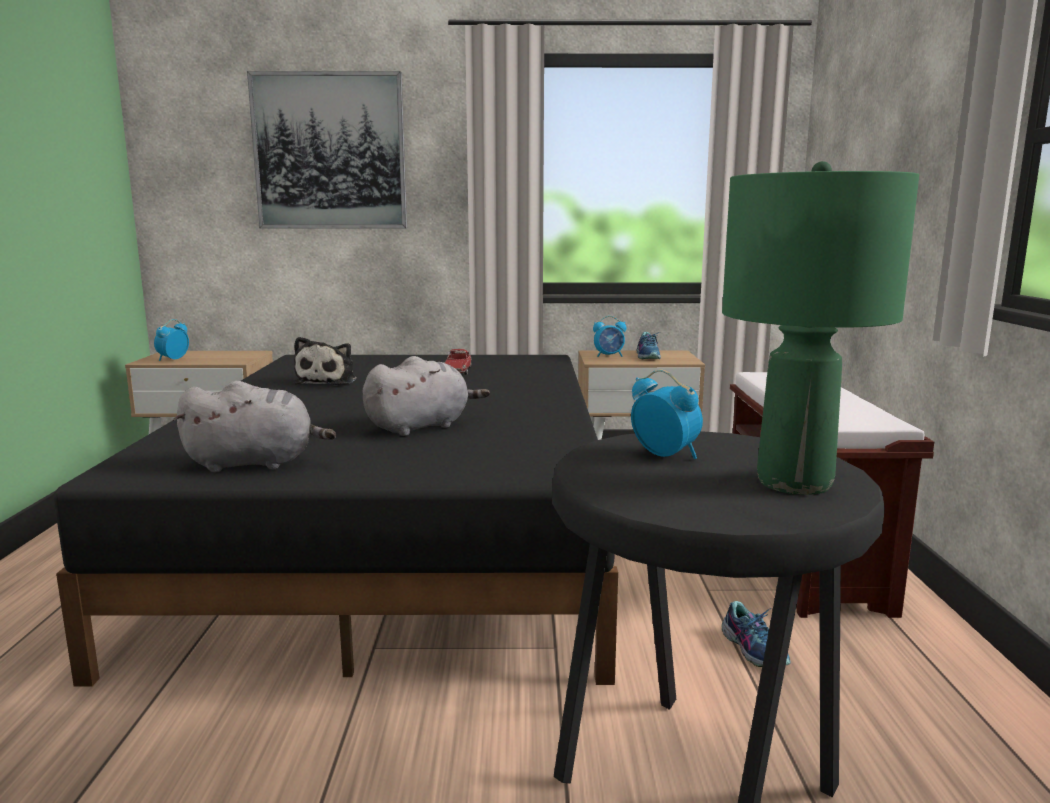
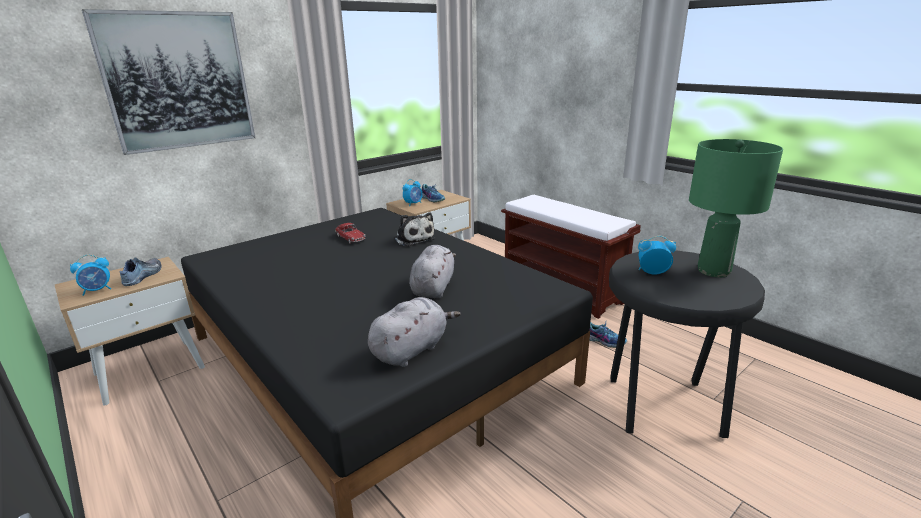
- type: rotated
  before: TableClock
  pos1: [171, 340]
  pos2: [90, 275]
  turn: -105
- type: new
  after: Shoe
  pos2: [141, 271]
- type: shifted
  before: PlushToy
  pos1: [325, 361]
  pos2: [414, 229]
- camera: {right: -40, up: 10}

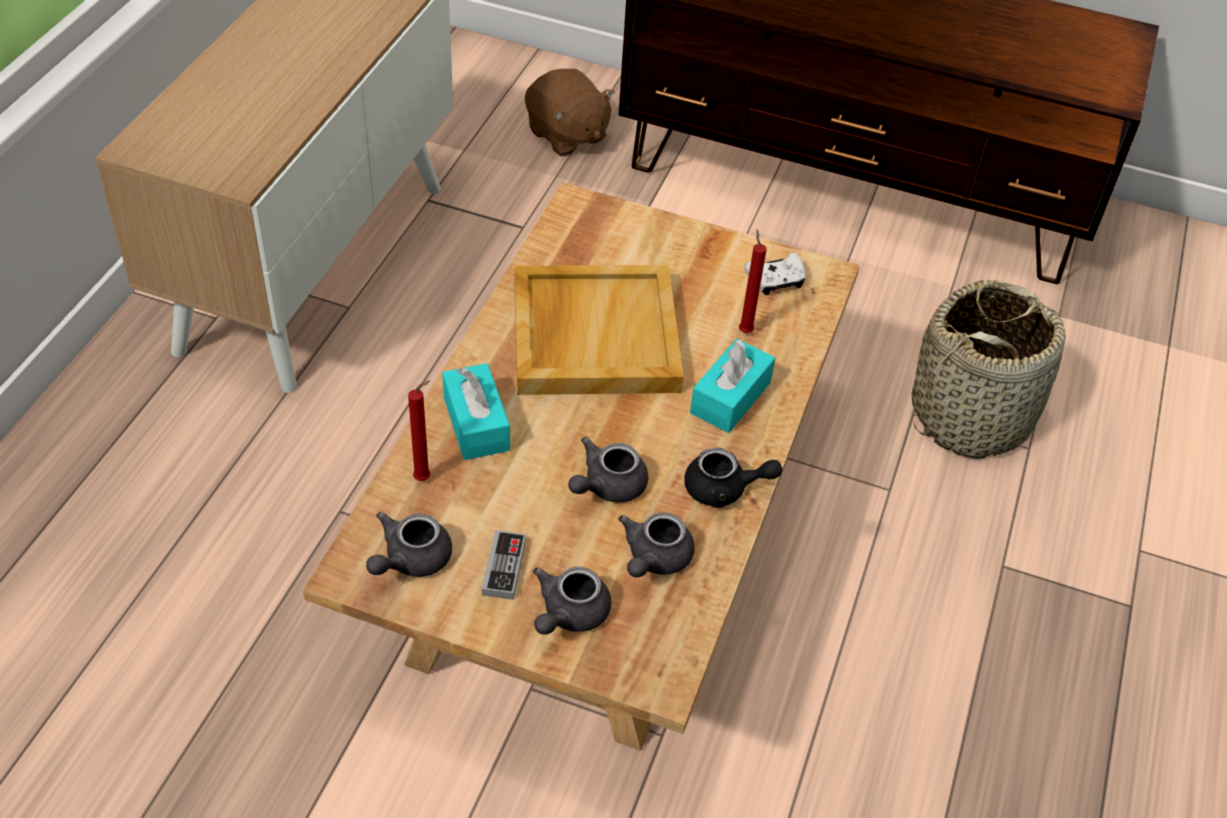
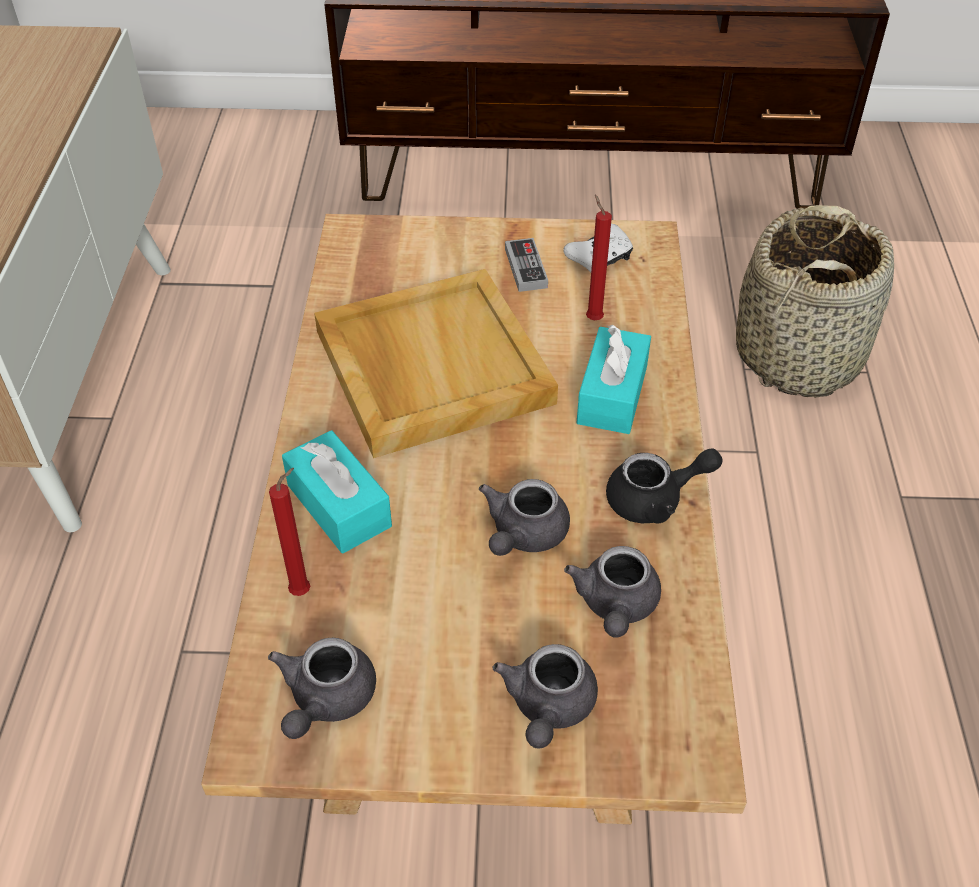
- type: shifted
  before: Joypad
  pos1: [504, 565]
  pos2: [526, 265]
- type: gone
  before: BrownPlushToy
  pos1: [569, 112]
- camera: {right: -15, up: 0}

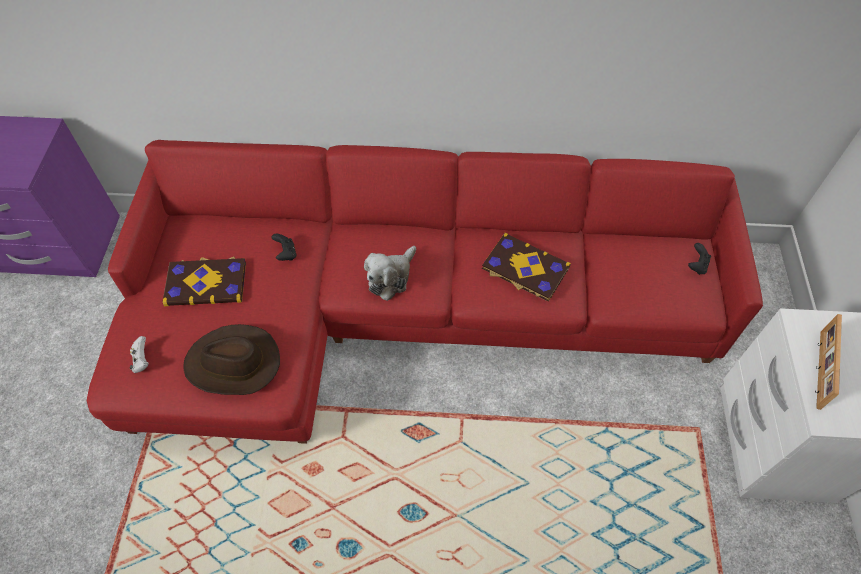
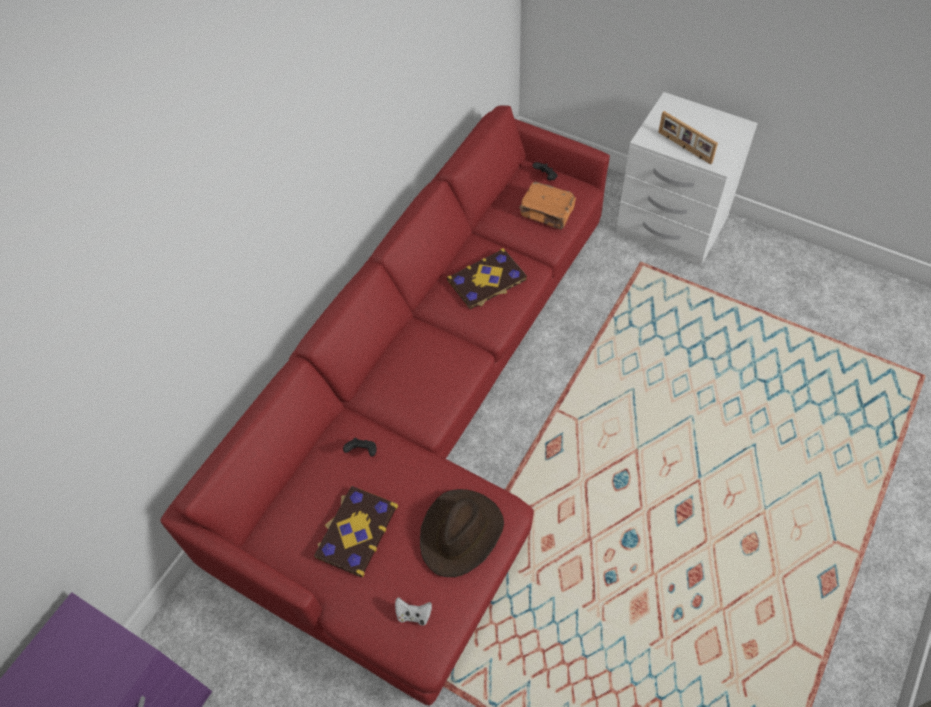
- type: new
  after: OrangeColouredBook
  pos2: [547, 206]
- type: gone
  before: PlushToy
  pos1: [390, 273]
- camera: {right: -60, up: 0}

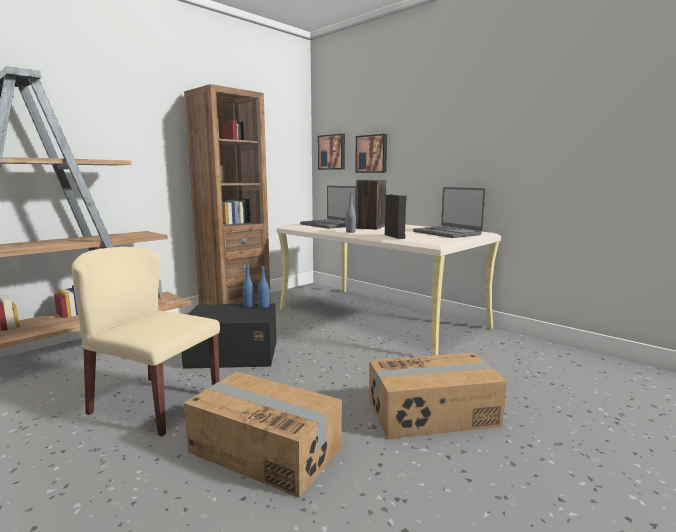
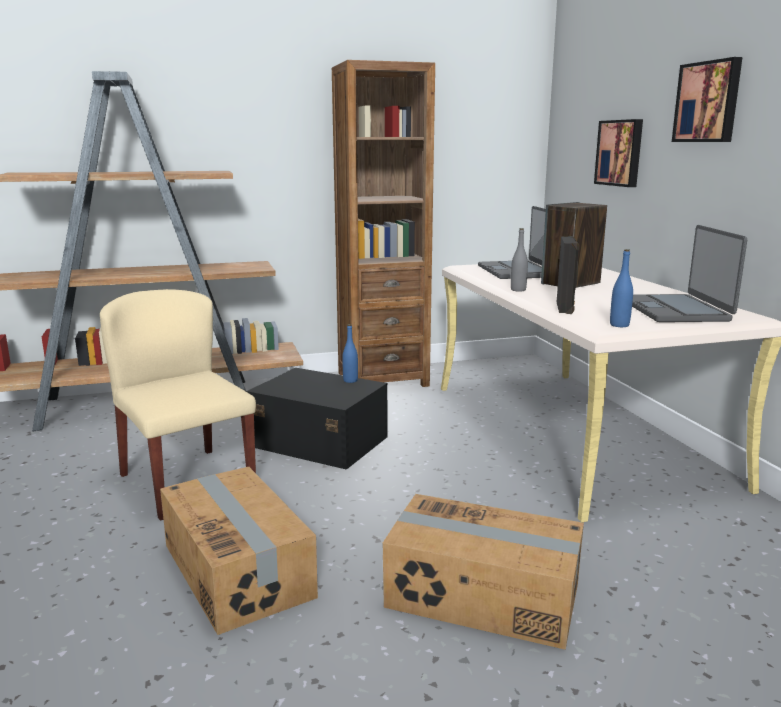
- type: shifted
  before: BlueColouredDrinkBottle
  pos1: [263, 286]
  pos2: [621, 288]
- type: shifted
  before: WallArt
  pos1: [331, 152]
  pos2: [707, 99]
- camera: {right: 30, up: 5}

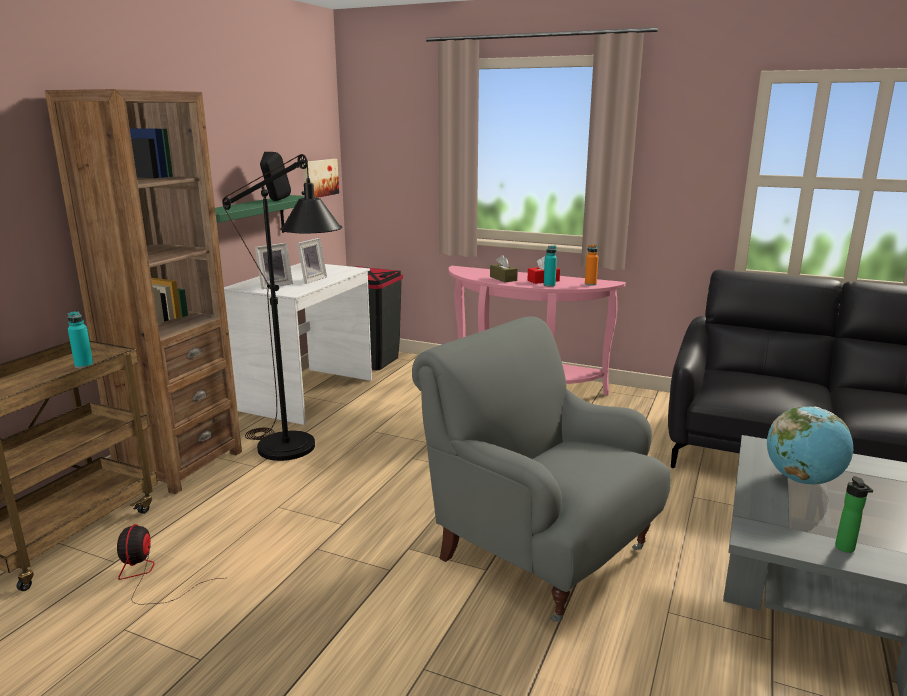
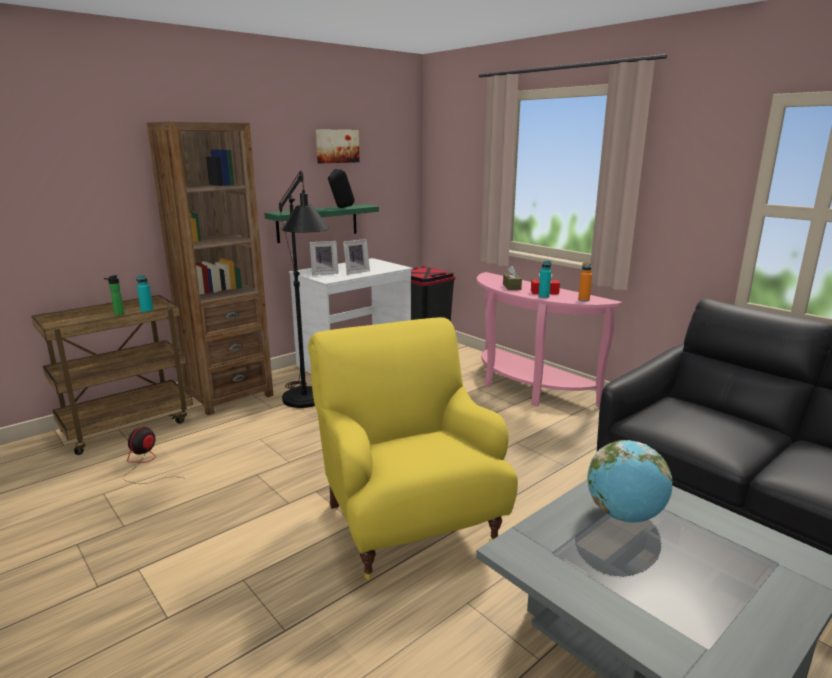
- type: shifted
  before: DrinkBottle
  pos1: [854, 514]
  pos2: [114, 295]
- type: repainted
  before: GrayEasyChair
  after: YellowColouredEasyChair
  pos1: [541, 469]
  pos2: [413, 448]
- type: shifted
  before: WallArt
  pos1: [321, 178]
  pos2: [338, 146]
- camera: {right: 25, up: 0}

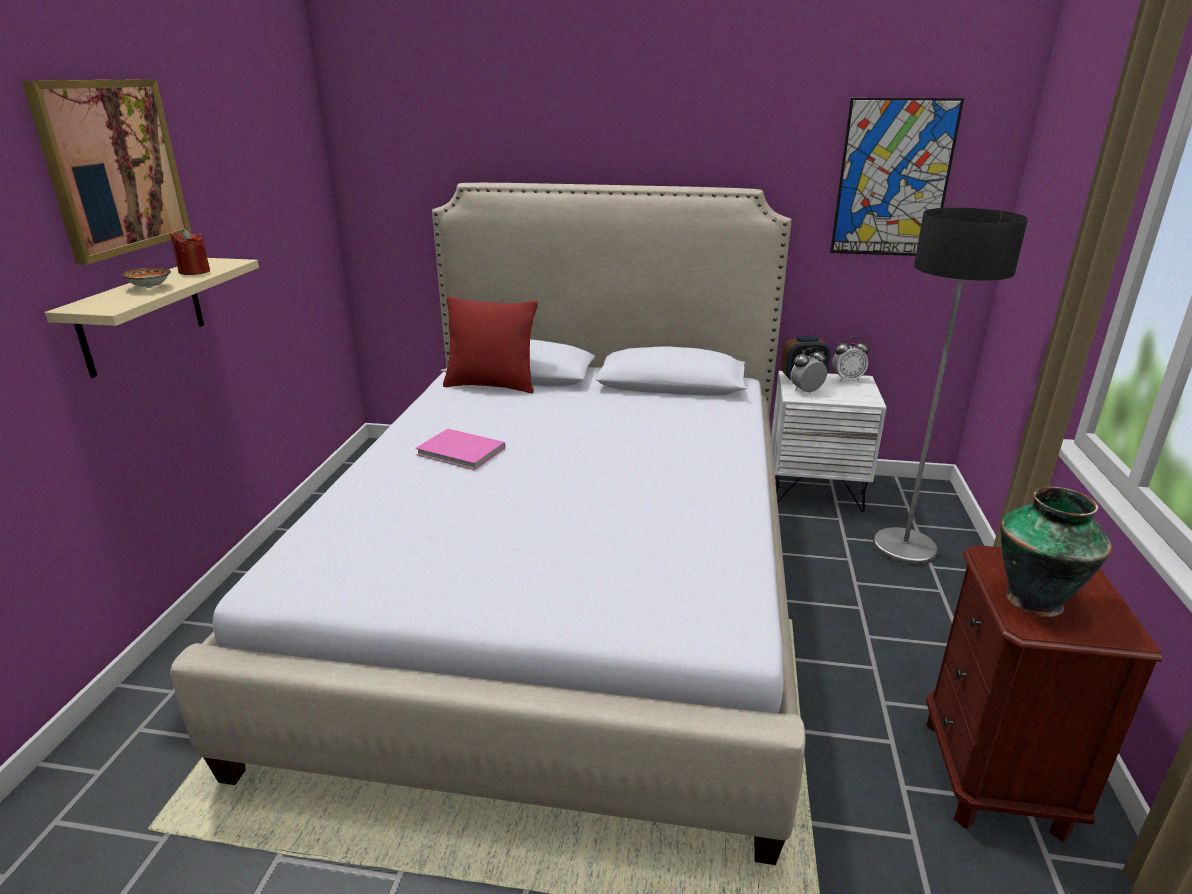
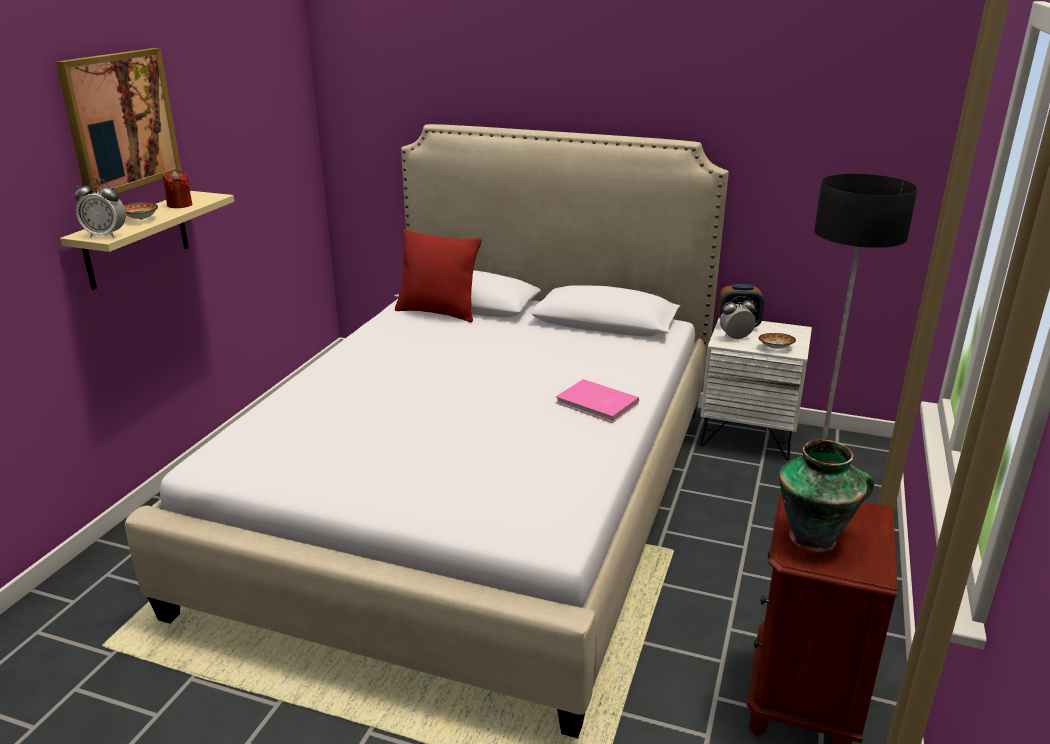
- type: shifted
  before: TableClock
  pos1: [850, 359]
  pos2: [100, 208]
- type: shifted
  before: PinkColouredBook
  pos1: [460, 449]
  pos2: [597, 401]
- type: new
  after: Bowl
  pos2: [777, 341]
- type: gone
  before: WallArt
  pos1: [897, 177]
- camera: {right: 10, up: 0}

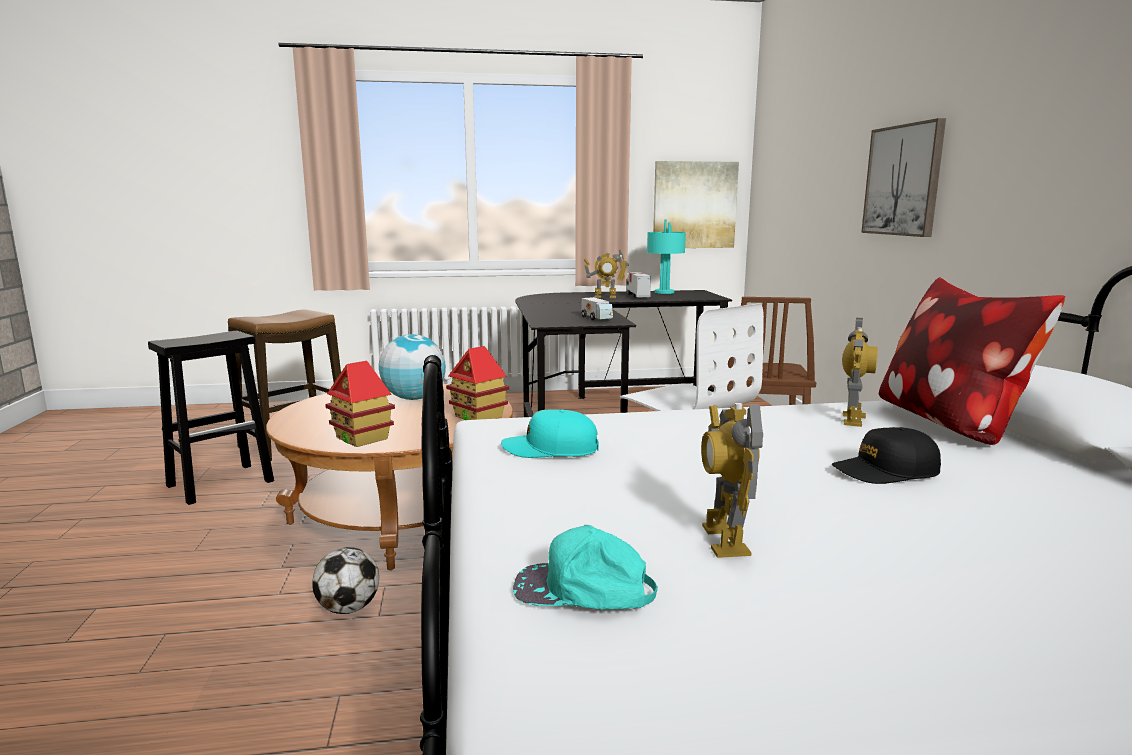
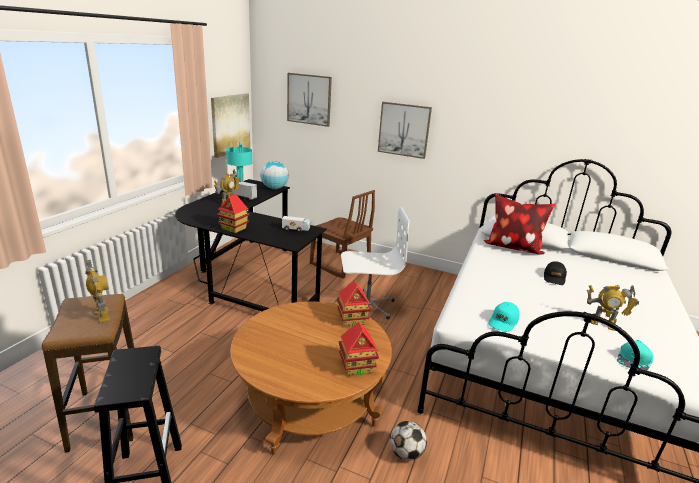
- type: shifted
  before: RobotFigure
  pos1: [860, 372]
  pos2: [97, 291]
- type: new
  after: ToyHouse
  pos2: [233, 213]
- type: shifted
  before: Globe
  pos1: [412, 367]
  pos2: [274, 175]
- type: new
  after: WallArt
  pos2: [309, 100]
- camera: {right: -60, up: 10}

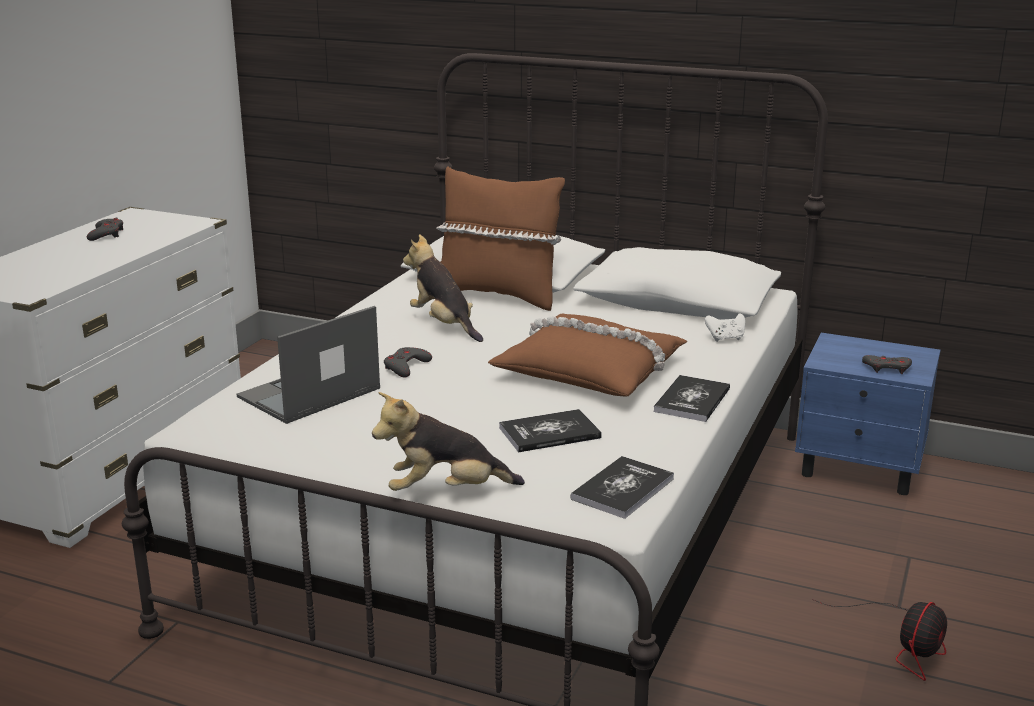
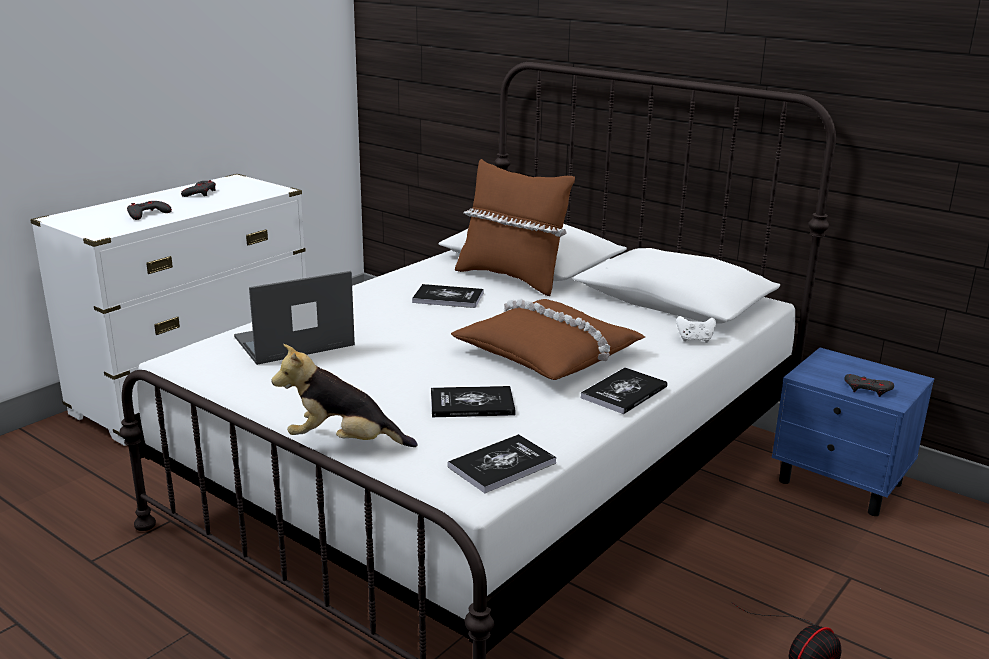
- type: shifted
  before: GrayJoypad
  pos1: [408, 362]
  pos2: [149, 210]
- type: swapped
  before: PlushToy
  after: Book
  pos1: [443, 288]
  pos2: [447, 296]
- camera: {right: 15, up: 0}

